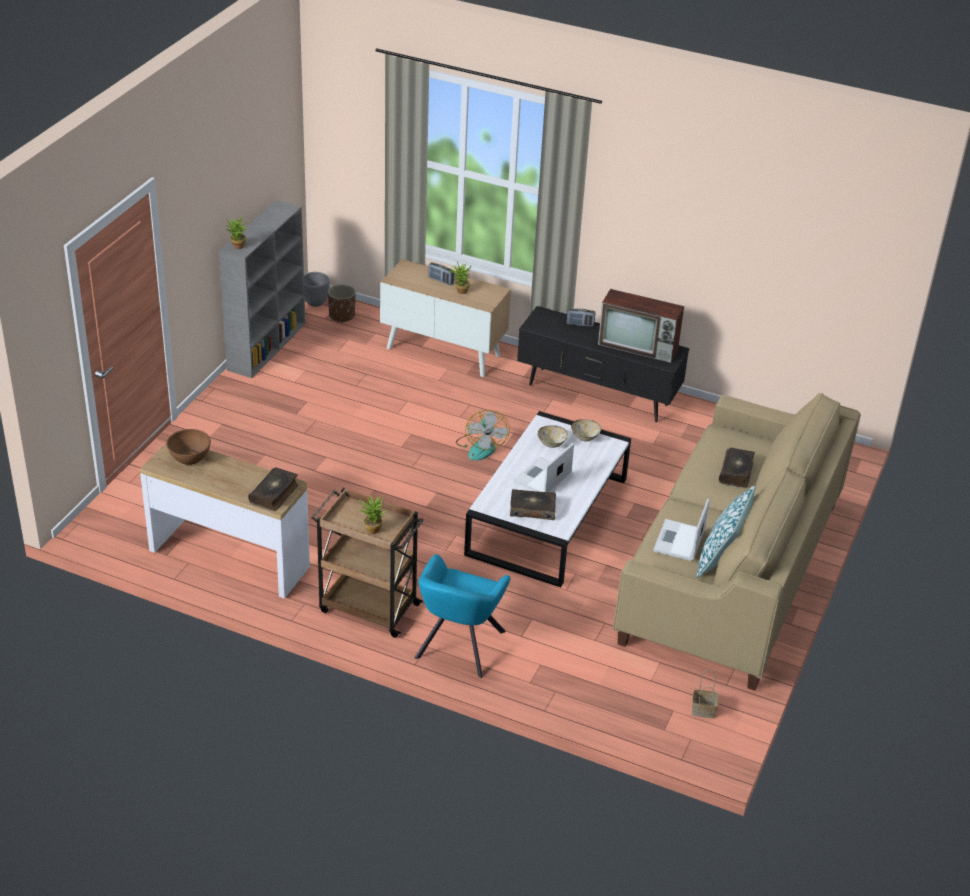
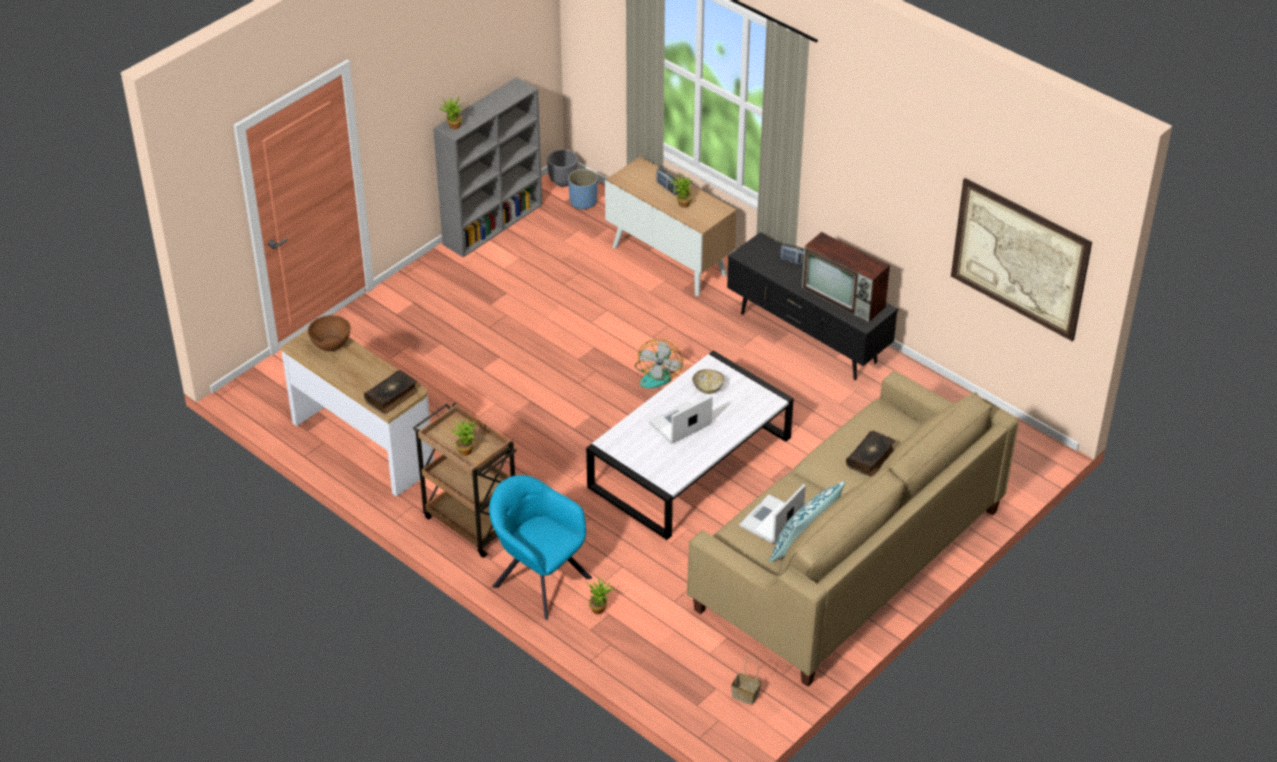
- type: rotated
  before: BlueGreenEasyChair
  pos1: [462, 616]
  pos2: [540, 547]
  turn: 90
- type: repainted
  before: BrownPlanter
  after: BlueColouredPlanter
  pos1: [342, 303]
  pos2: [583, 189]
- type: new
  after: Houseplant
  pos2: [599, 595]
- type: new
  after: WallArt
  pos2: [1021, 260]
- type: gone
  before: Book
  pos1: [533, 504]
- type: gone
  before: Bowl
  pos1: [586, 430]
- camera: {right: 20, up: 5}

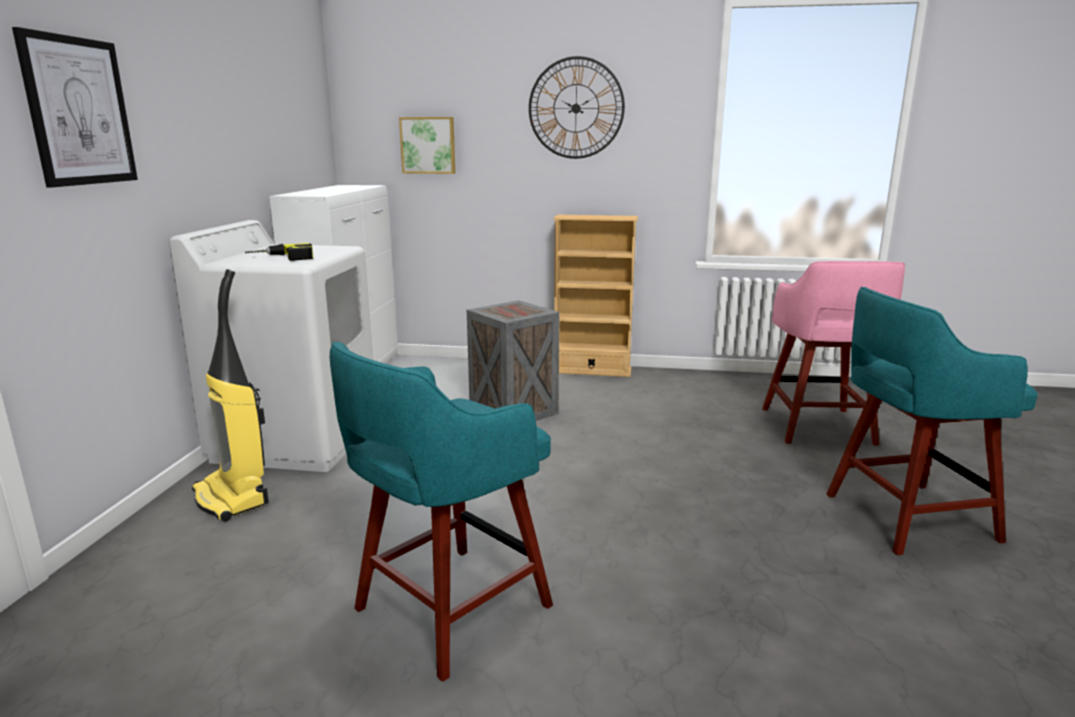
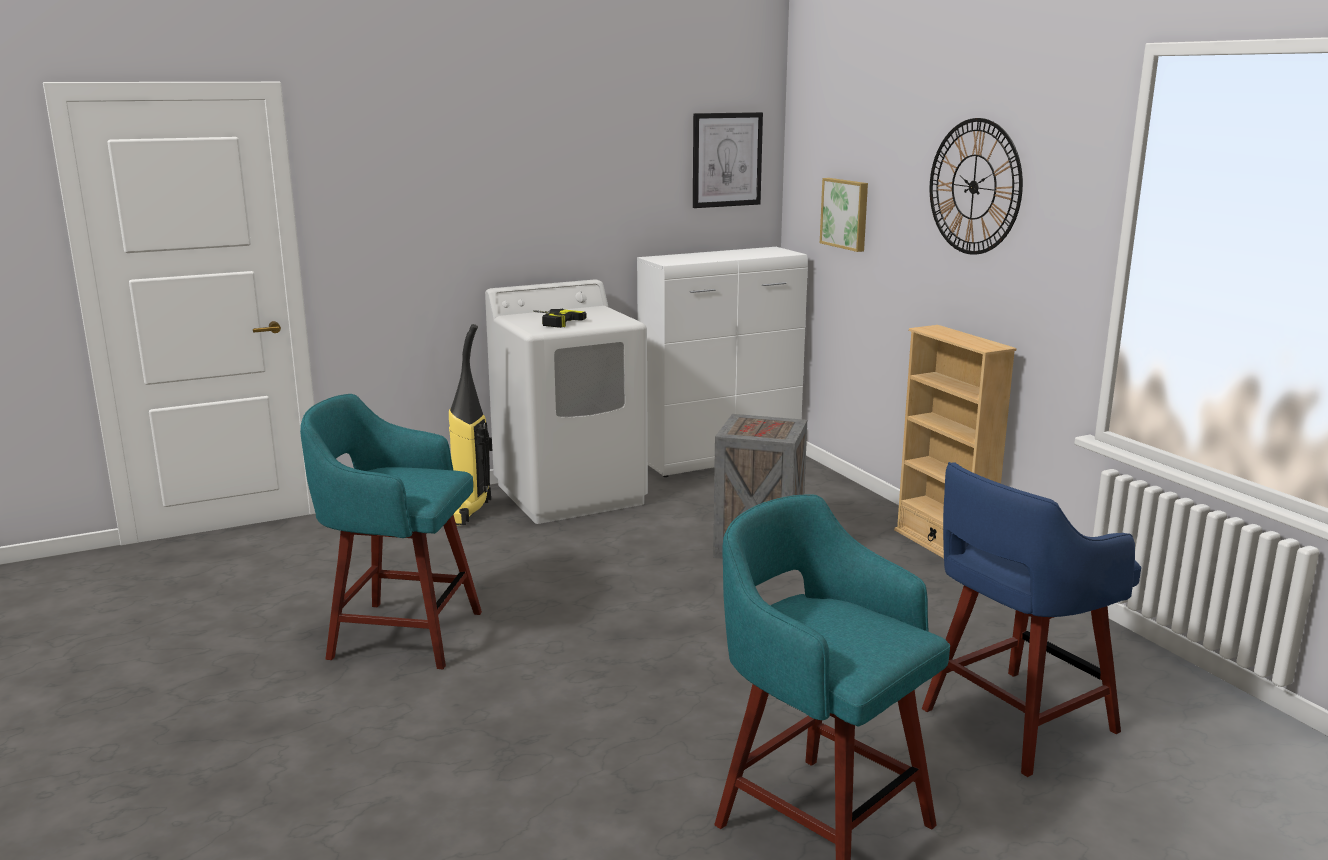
- type: shifted
  before: WallArt
  pos1: [75, 107]
  pos2: [728, 160]
- type: repainted
  before: PinkColouredSittingStool
  after: BlueColouredSittingStool
  pos1: [833, 353]
  pos2: [1031, 619]
- camera: {right: 55, up: 0}

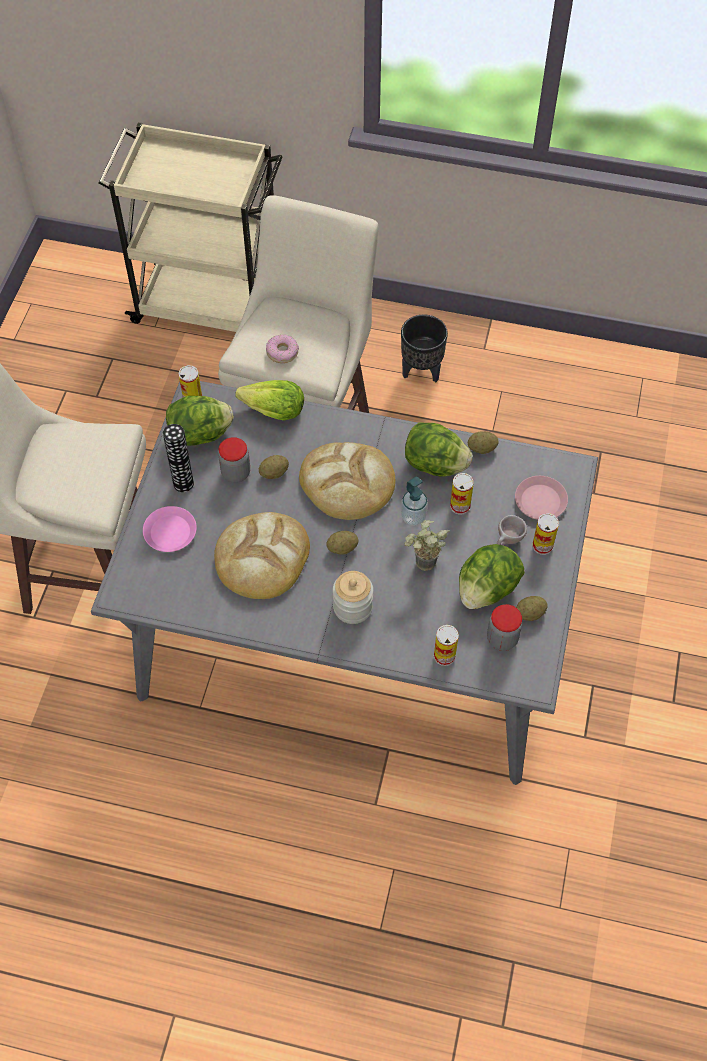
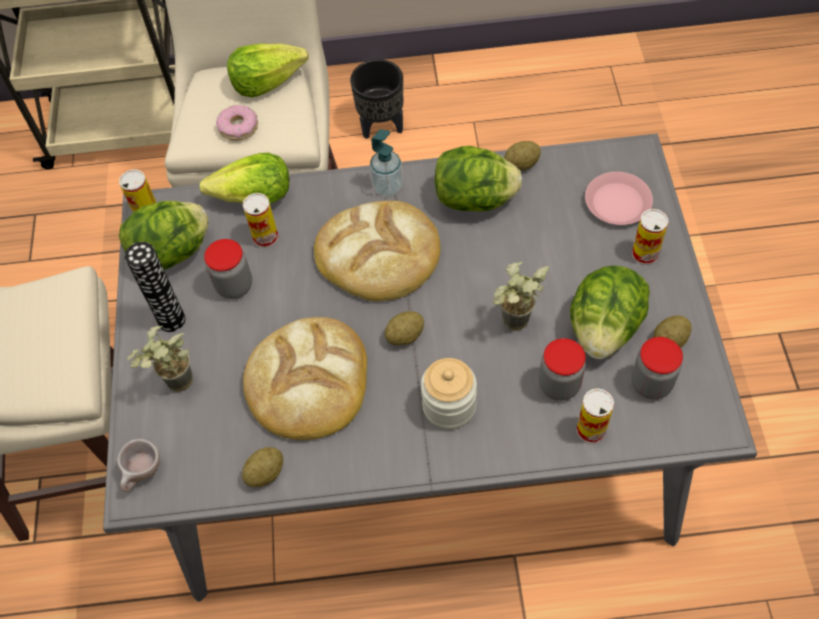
- type: shifted
  before: BeigeCup
  pos1: [512, 530]
  pos2: [138, 465]
- type: swapped
  before: PinkColouredPlate
  after: Houseplant
  pos1: [170, 529]
  pos2: [160, 359]
- type: new
  after: Lettuce
  pos2: [267, 70]
- type: shifted
  before: WholePotato
  pos1: [274, 467]
  pos2: [262, 467]
- type: shifted
  before: Can
  pos1: [462, 494]
  pos2: [260, 220]
- type: shifted
  before: SoapDispenser
  pos1: [414, 501]
  pos2: [386, 162]
- type: new
  after: Jar
  pos2: [562, 369]
- camera: {right: -15, up: 0}

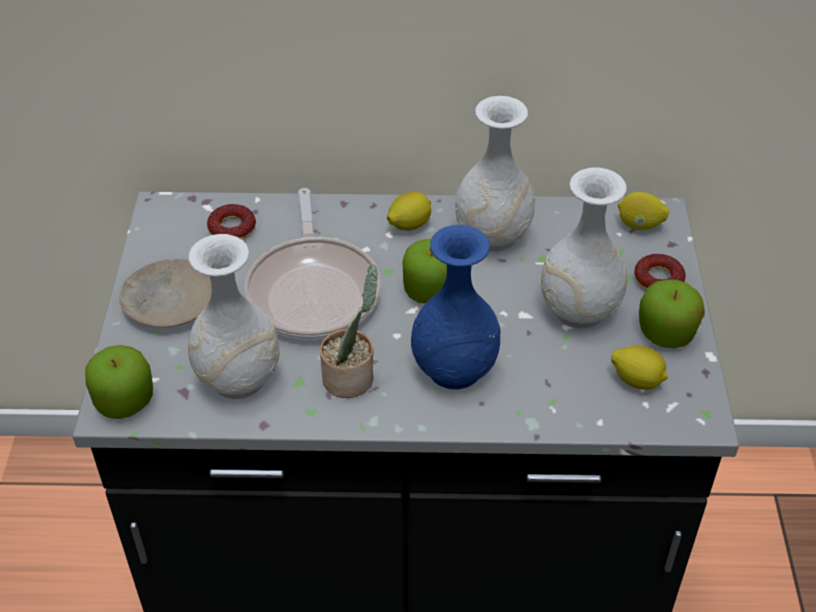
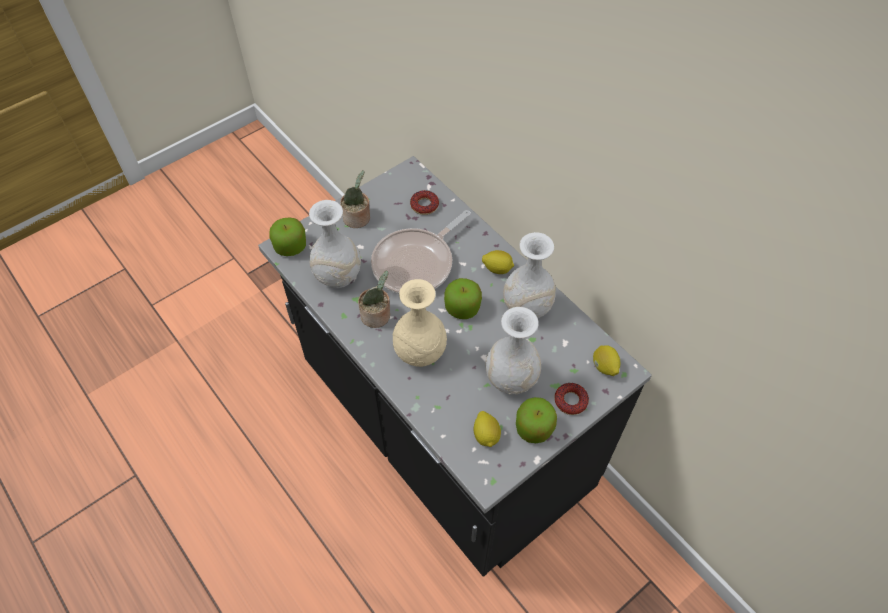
- type: swapped
  before: BeigePlate
  after: Houseplant
  pos1: [165, 293]
  pos2: [355, 199]
- type: repainted
  before: BlueColouredVase
  after: BeigeVase
  pos1: [456, 307]
  pos2: [420, 323]
- camera: {right: 50, up: 10}

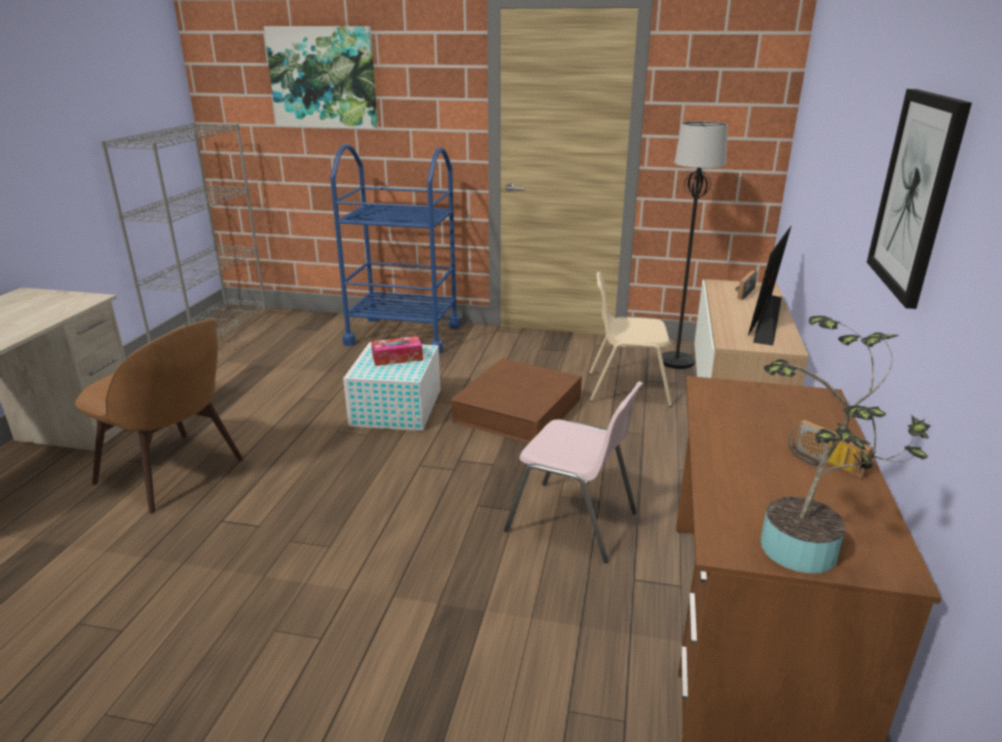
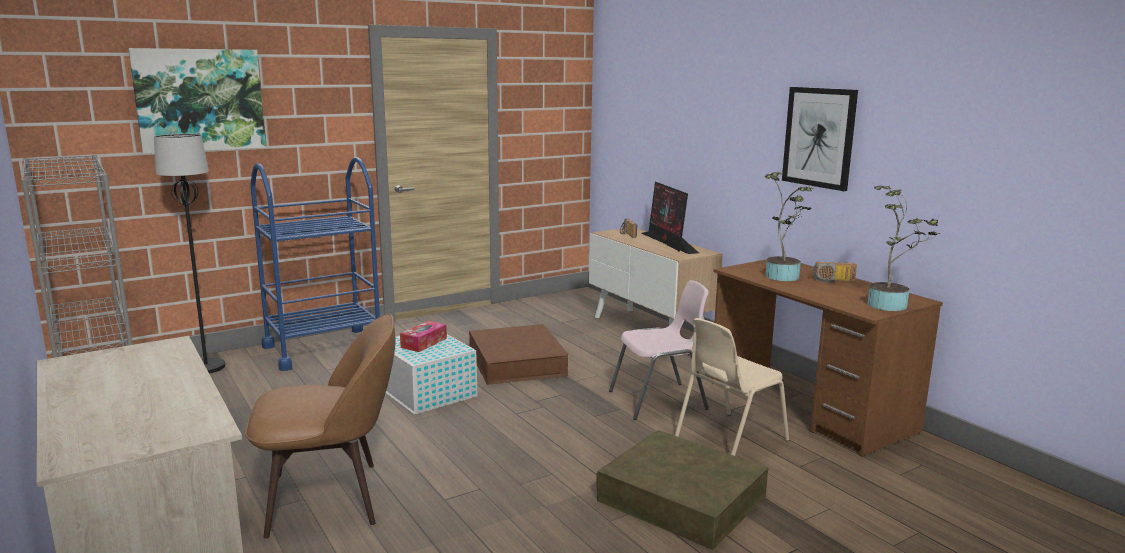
- type: shifted
  before: BlackStandardLamp
  pos1: [695, 245]
  pos2: [189, 254]
- type: new
  after: BrownStorageBox
  pos2: [682, 490]
- type: shifted
  before: BeigeChair
  pos1: [630, 339]
  pos2: [732, 387]
- type: new
  after: Houseplant
  pos2: [788, 226]
- camera: {right: -45, up: -10}

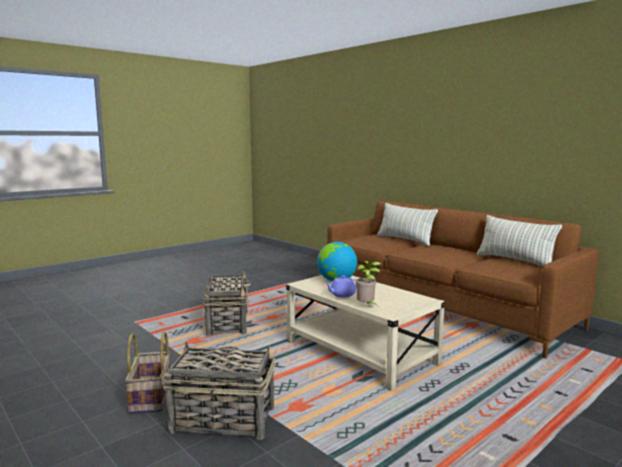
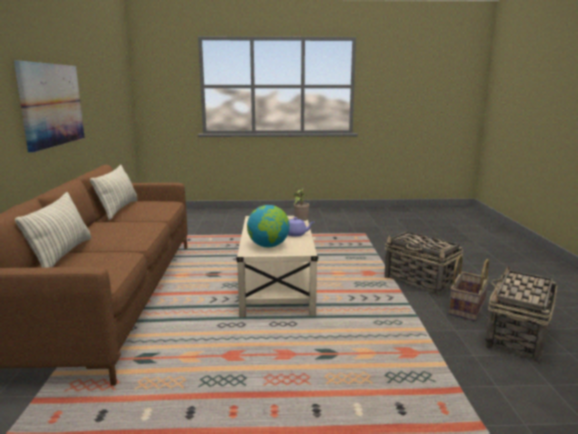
- type: new
  after: WallArt
  pos2: [49, 107]
- type: shifted
  before: HouseholdBasket
  pos1: [227, 303]
  pos2: [520, 313]
- camera: {right: -140, up: 5}

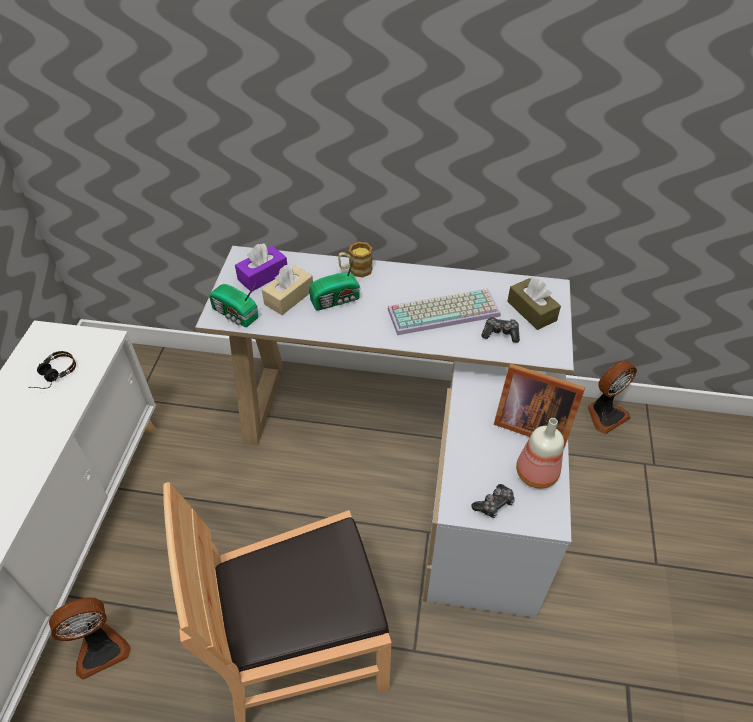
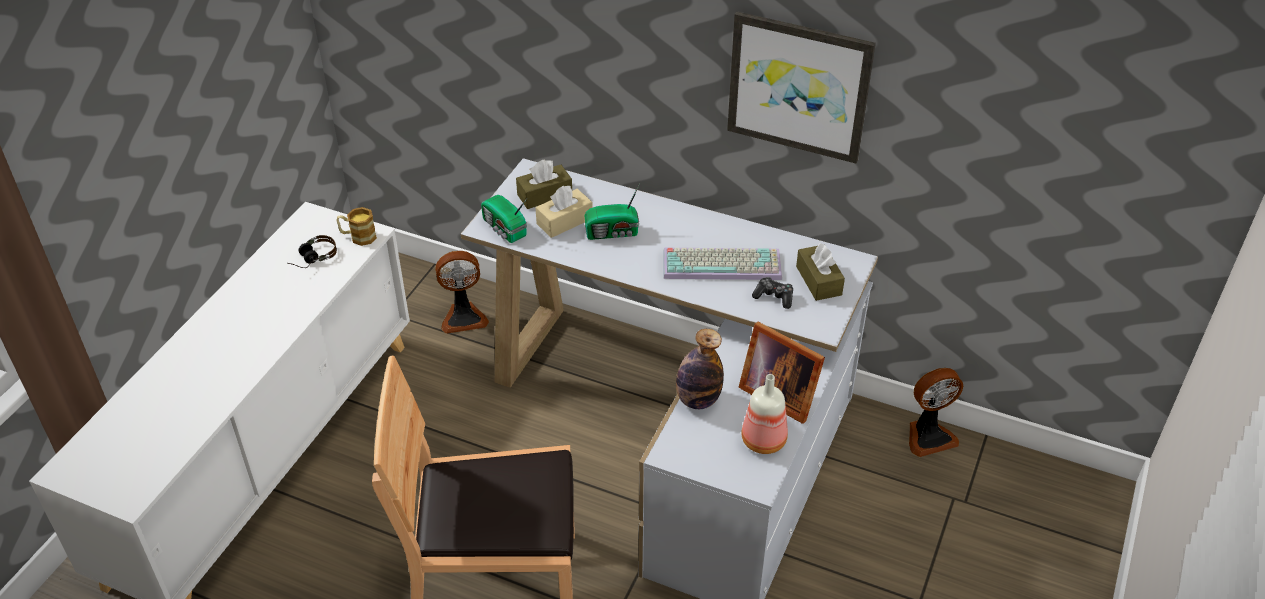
- type: shifted
  before: Mug
  pos1: [355, 259]
  pos2: [356, 226]
- type: shifted
  before: Fan
  pos1: [90, 638]
  pos2: [462, 292]
- type: repainted
  before: PurpleColouredTissueHolder
  after: BrownTissueHolder
  pos1: [261, 267]
  pos2: [544, 184]
- type: new
  after: DrinkBottle
  pos2: [700, 369]
- type: new
  after: WallArt
  pos2: [801, 87]
- type: gone
  before: Joypad
  pos1: [493, 501]
- camera: {right: 15, up: -5}

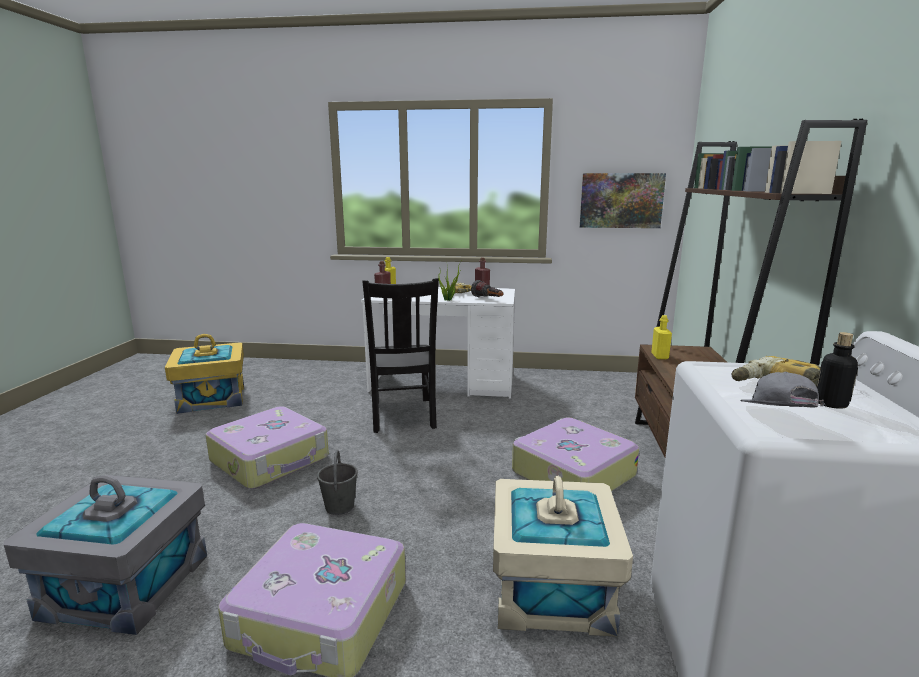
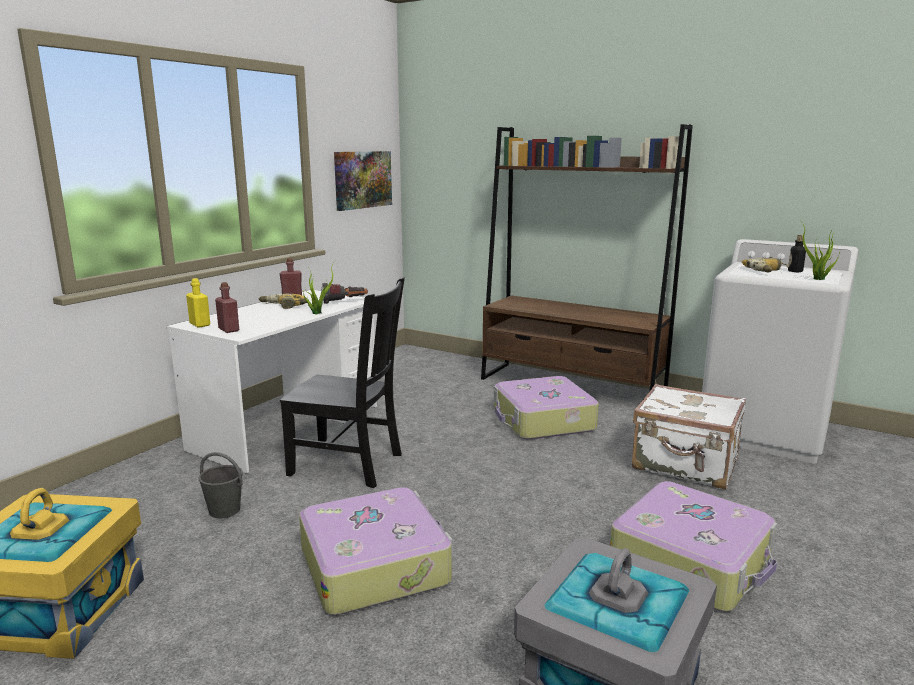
- type: shifted
  before: GrayBucket
  pos1: [337, 482]
  pos2: [221, 485]
- type: swapped
  before: BeigeStorageBox
  after: WhiteColouredSuitcase
  pos1: [563, 556]
  pos2: [689, 436]
- type: swapped
  before: GrayPeakedCap
  after: Houseplant
  pos1: [782, 390]
  pos2: [819, 250]
- type: gone
  before: YellowColouredDrinkBottle
  pos1: [661, 337]
- camera: {right: -65, up: 0}

